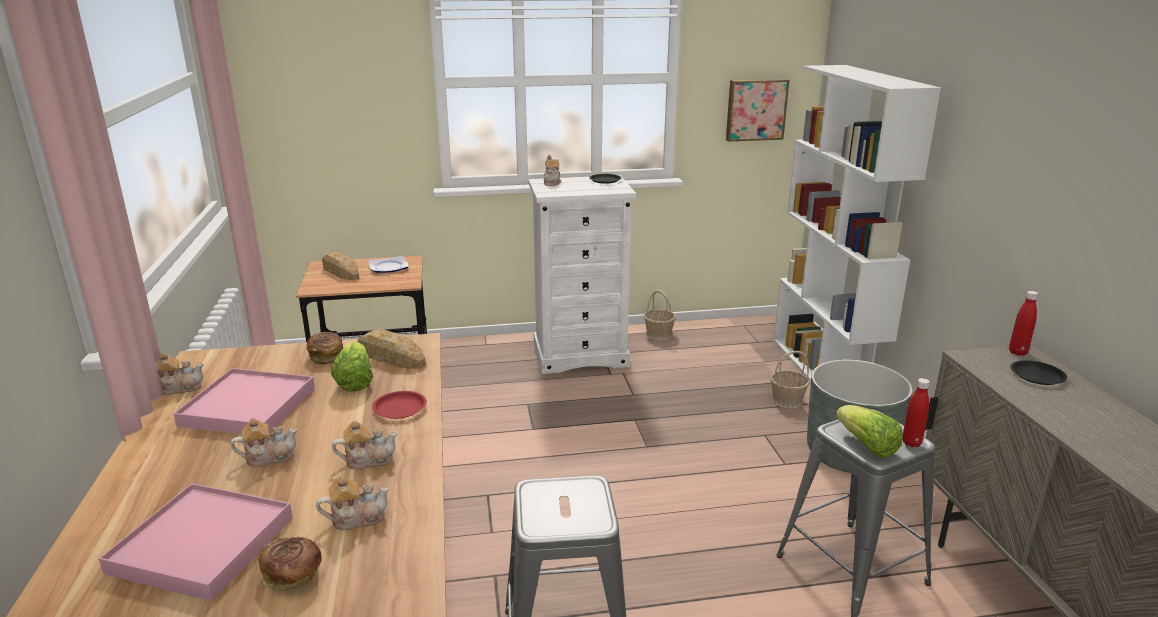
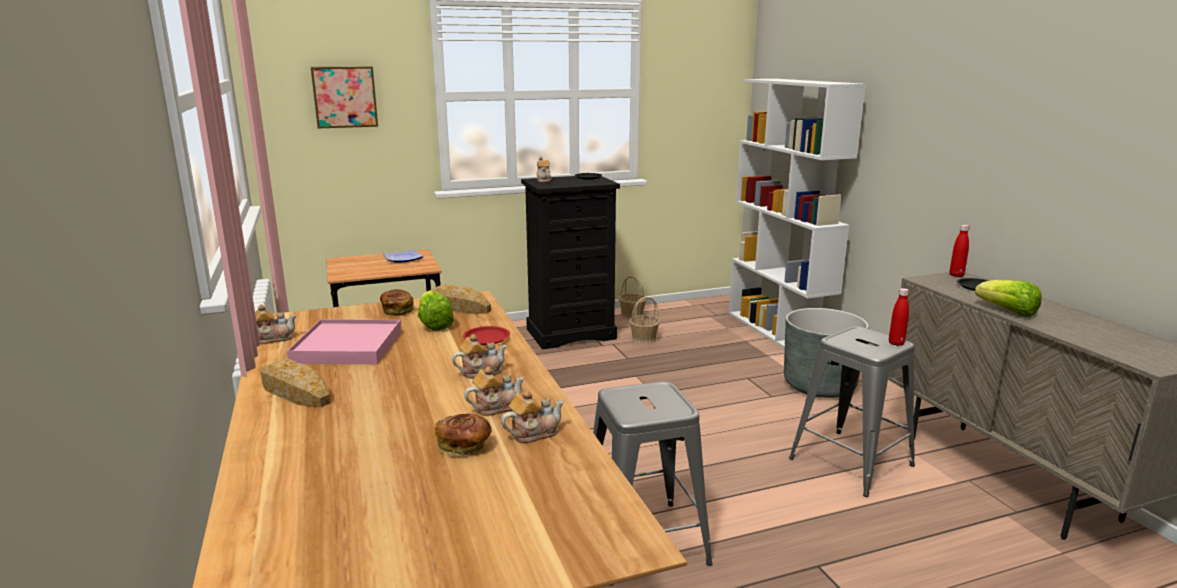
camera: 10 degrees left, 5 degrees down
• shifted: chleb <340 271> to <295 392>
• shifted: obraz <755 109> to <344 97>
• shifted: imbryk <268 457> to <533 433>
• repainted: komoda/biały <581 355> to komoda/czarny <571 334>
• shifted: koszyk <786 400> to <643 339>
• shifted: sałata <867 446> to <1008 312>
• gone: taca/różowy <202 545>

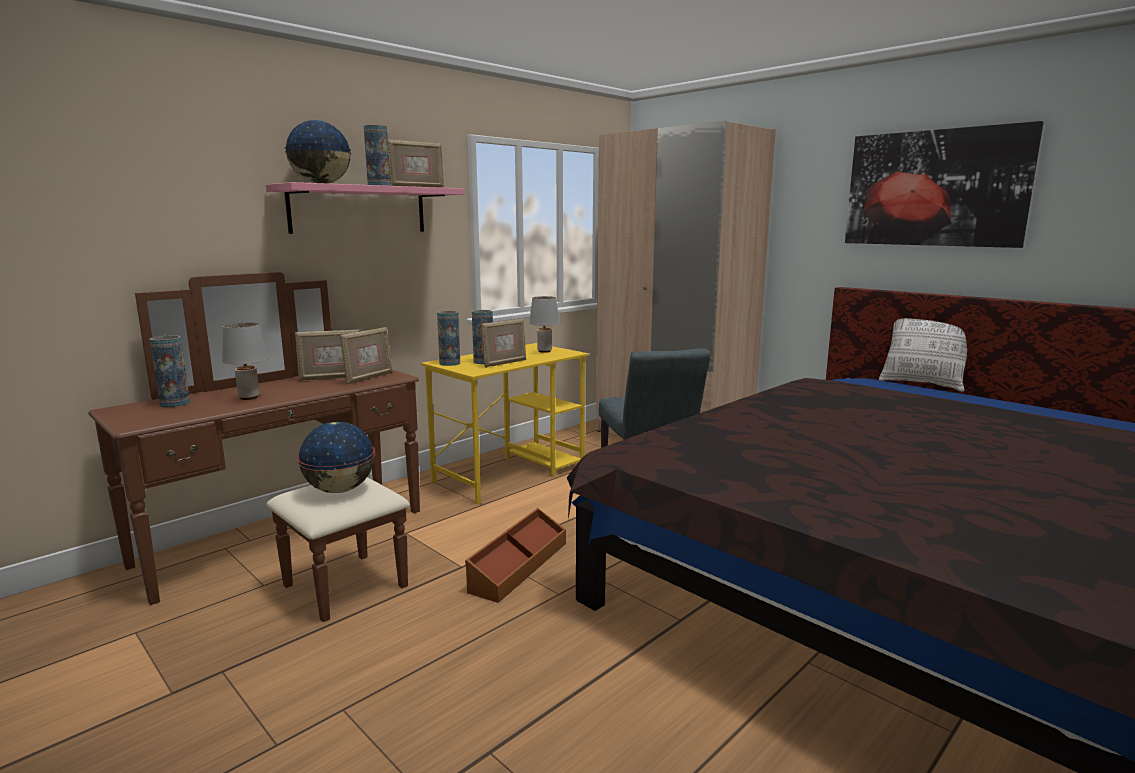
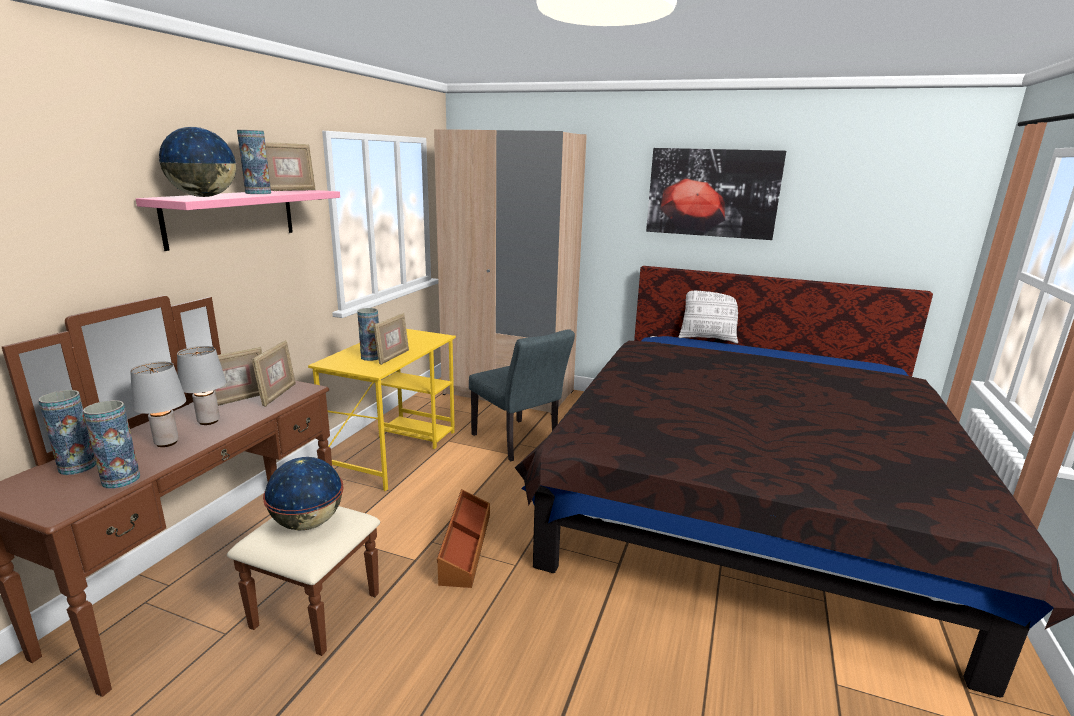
camera: 25 degrees left, 5 degrees up
• shifted: wazon <449 363> to <121 480>
• shifted: lampa stołowa/szary <544 351> to <208 421>

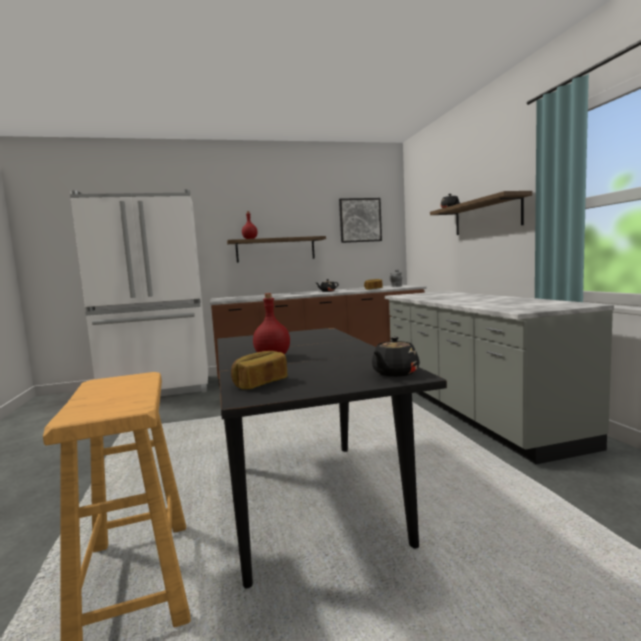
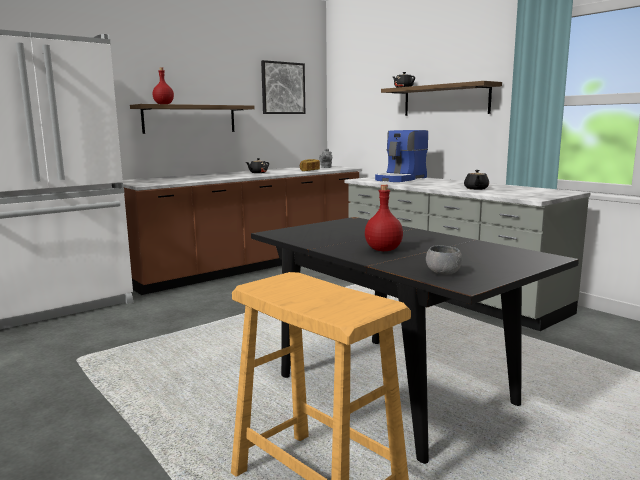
camera: 25 degrees left, 5 degrees up
• new: ekspres do kawy <401 179>
• swapped: chleb <260 383> to miska/szary <443 273>
• shifted: imbryk/czarny <394 373> to <476 189>

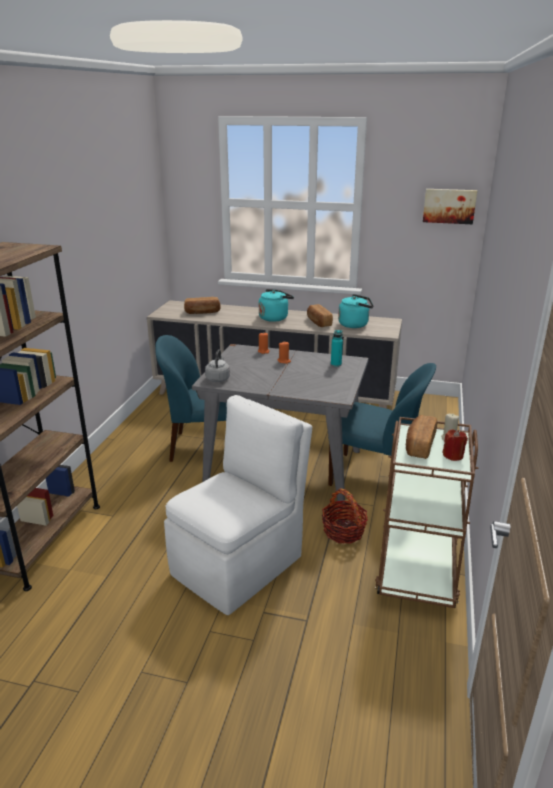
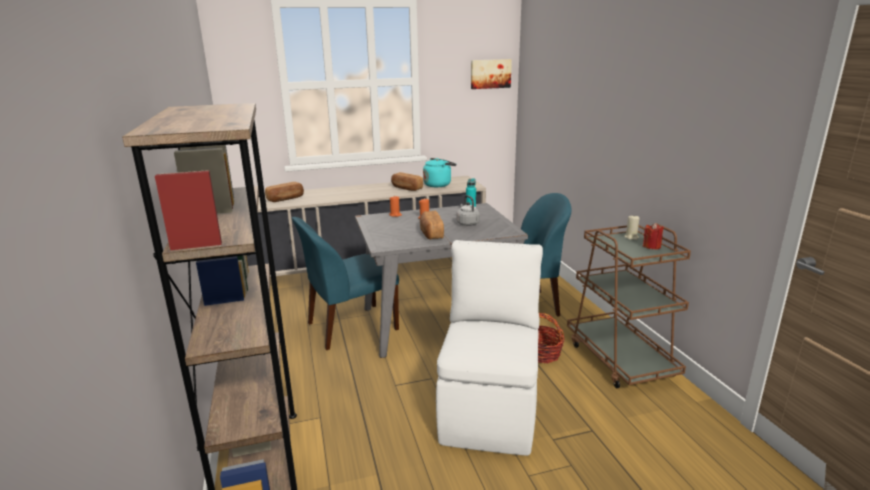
camera: 30 degrees left, 5 degrees down
• shifted: chleb <419 445> to <431 233>
• shifted: czajnik/szary <218 378> to <467 223>
• gone: czajnik/turkusowy <275 318>

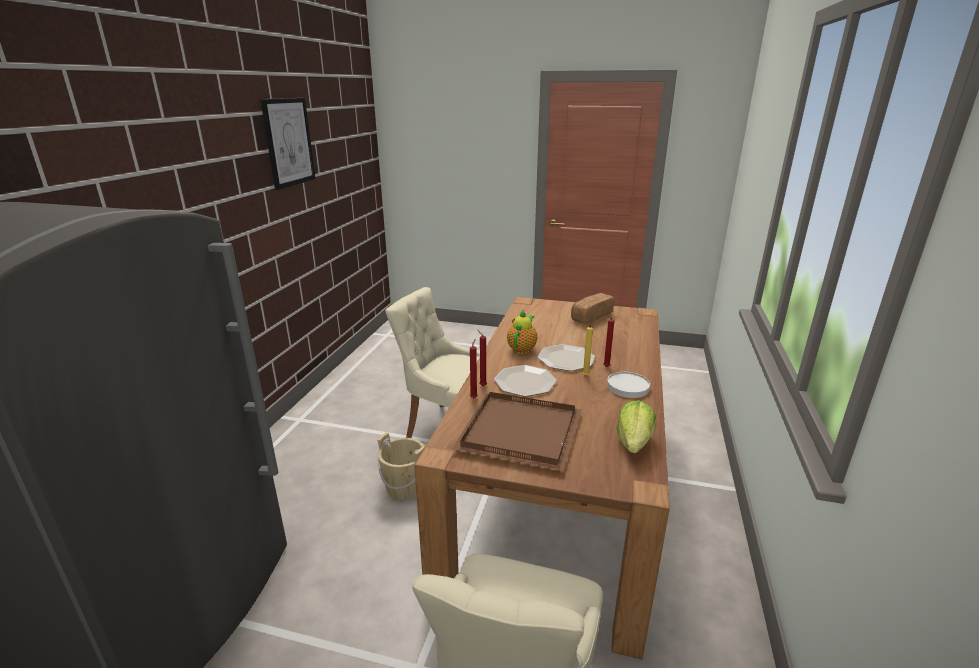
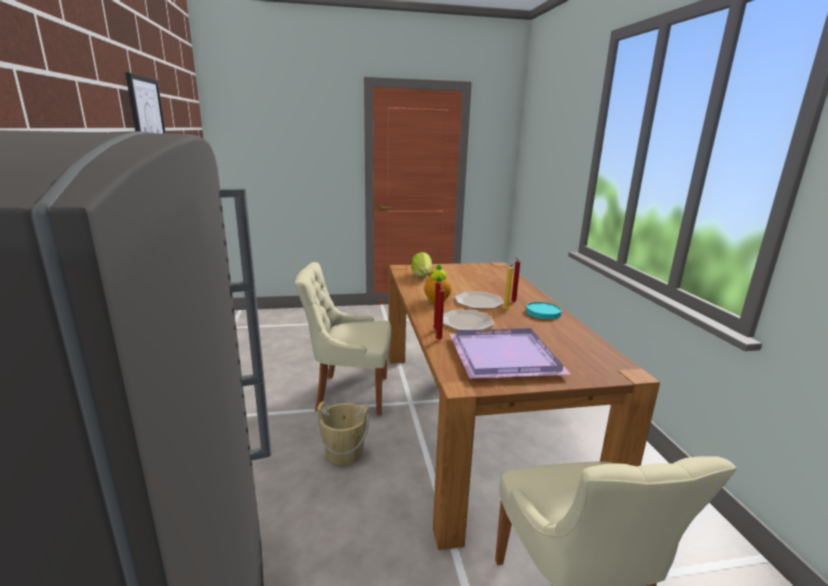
camera: 25 degrees left, 5 degrees down
• shifted: sałata <634 443> to <422 276>
• repainted: taca/brązowy <521 434> to taca/fioletowy <507 357>
• repainted: talerz/biały <627 387> to talerz/turkusowy <543 312>
• gone: chleb <590 317>

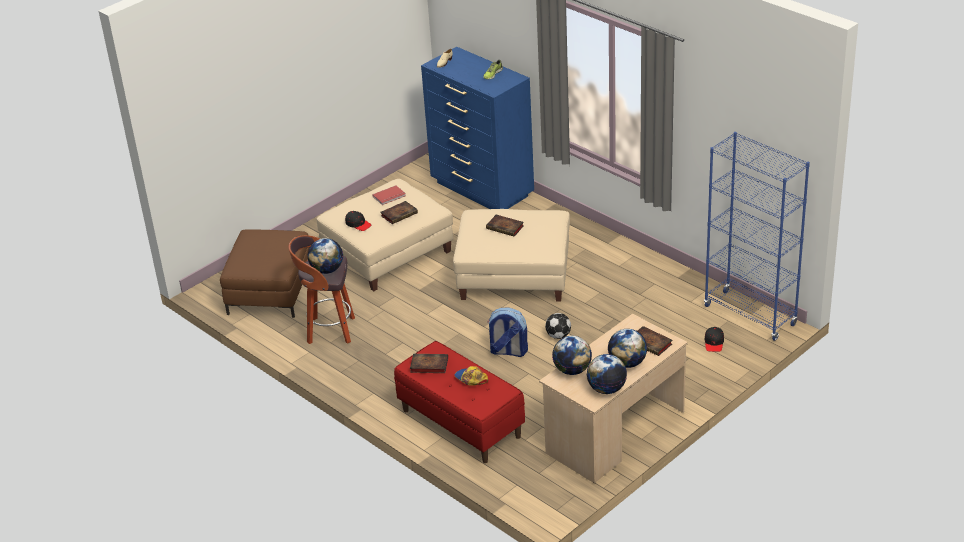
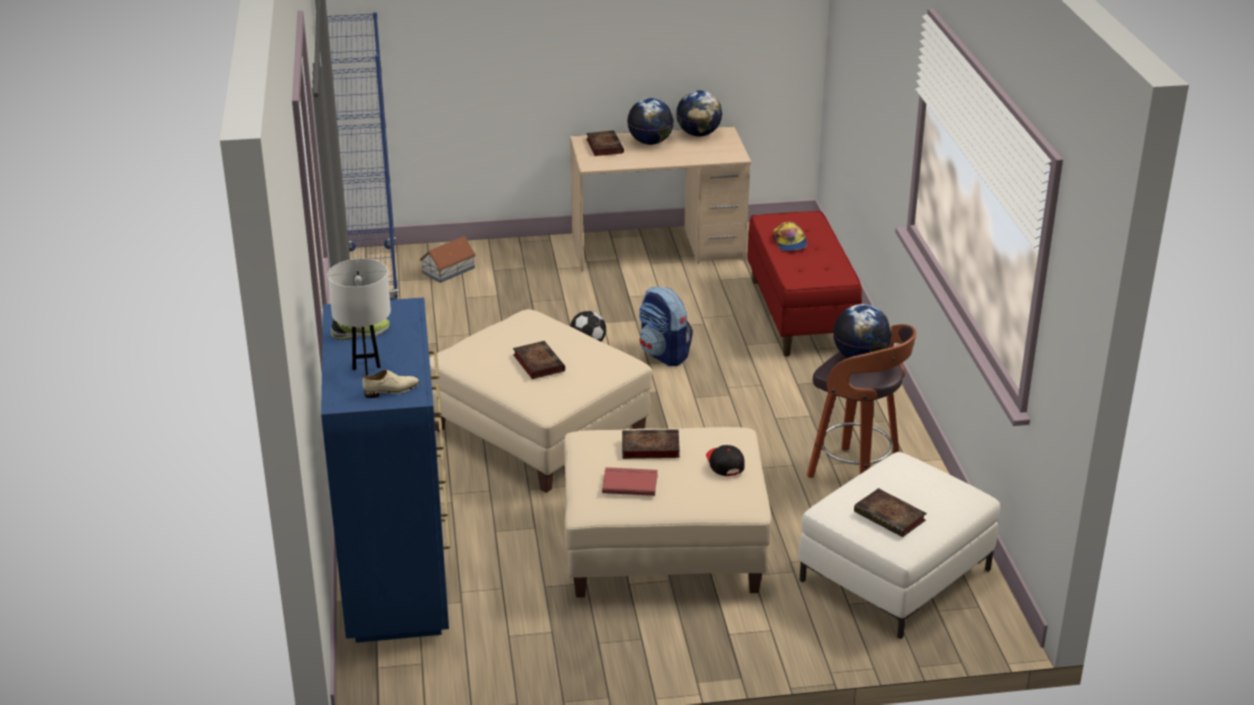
camera: 145 degrees left, 5 degrees down
• new: lampa stołowa/biały <366 368>
• swapped: czapka z daszkiem/czarny <714 343> to domek <447 270>
• repainted: pufa/brązowy <270 291> to pufa/biały <894 575>
• shifted: książka <428 365> to <891 517>
• gone: globus <572 370>

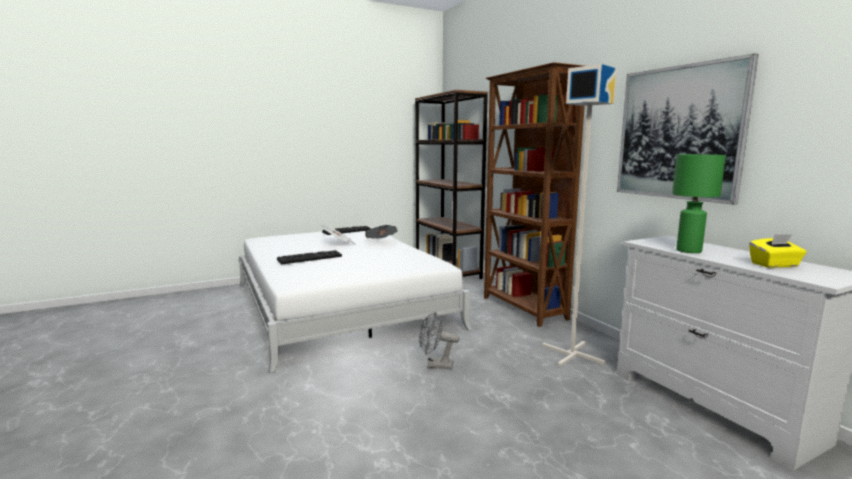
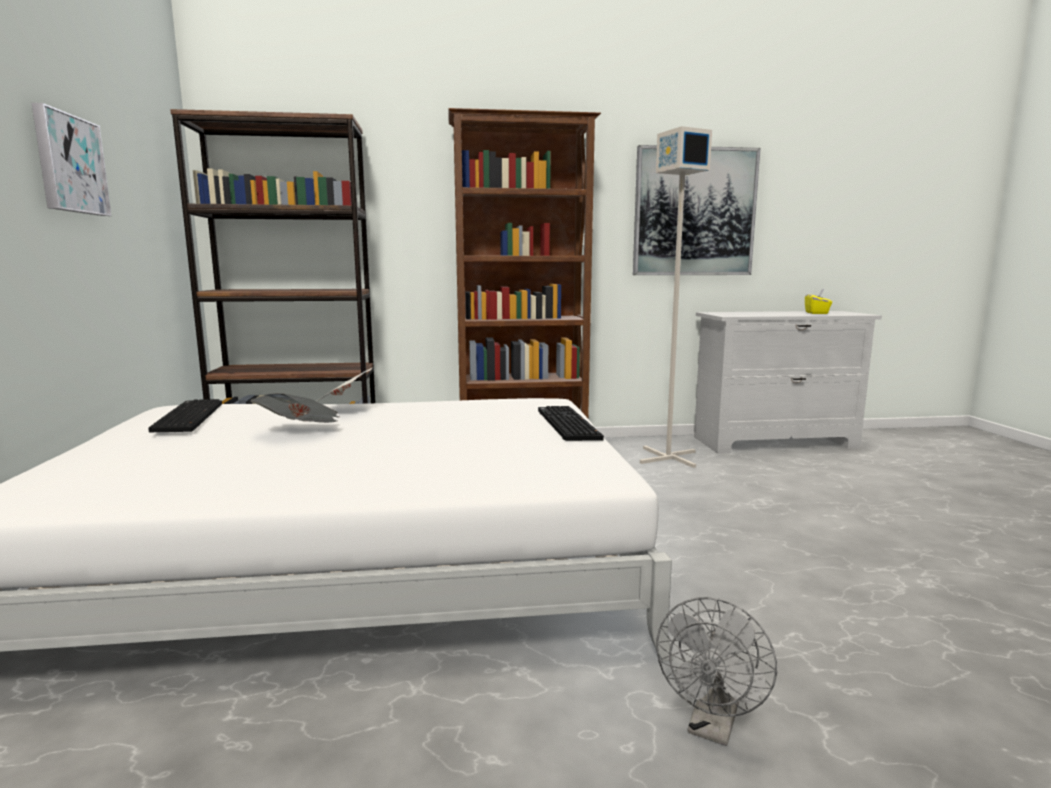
camera: 70 degrees left, 0 degrees up
• new: obraz <69 164>
• shifted: klawiatura <310 258> to <565 424>
• shifted: wentylator/szary <435 365> to <712 727>
• gone: lampa stołowa/zielony <689 251>

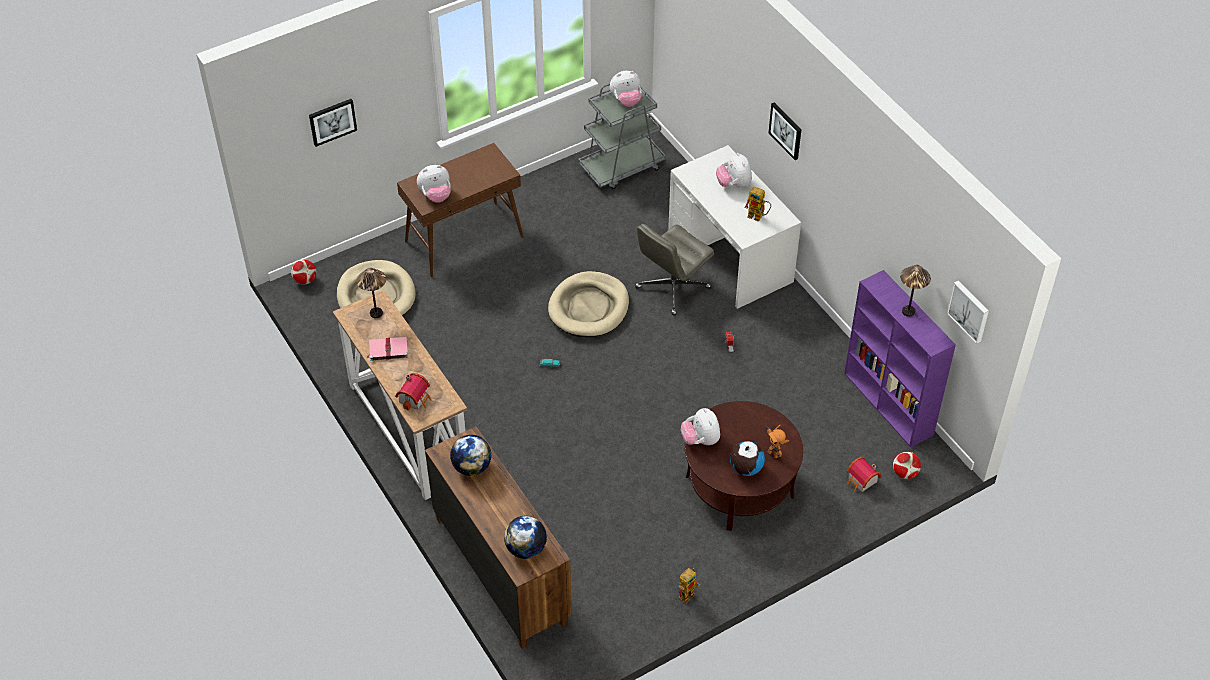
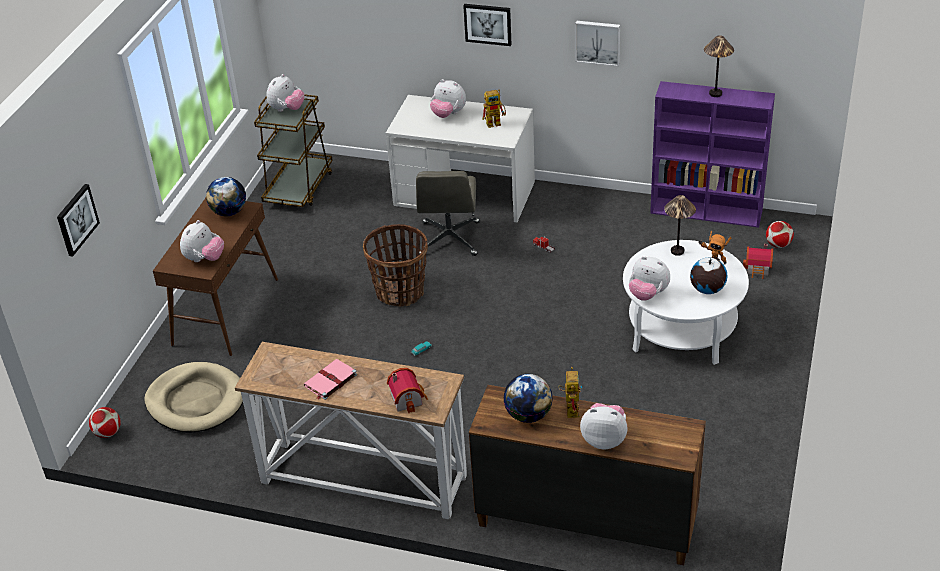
camera: 40 degrees left, 10 degrees down
• shifted: globus <525 548> to <229 212>
• repainted: wózek/szary <622 167> to wózek/brązowy <299 188>
• swapped: legowisko/beżowy <589 307> to koszyk <400 292>
• shifted: robot zabawkowy <687 592> to <570 408>
• shifted: obraz <969 311> to <598 42>
• new: pluszak <604 439>
• repainted: ława/brązowy <740 486> to ława/biały <682 330>
• shifted: lampa stołowa <376 313> to <677 251>

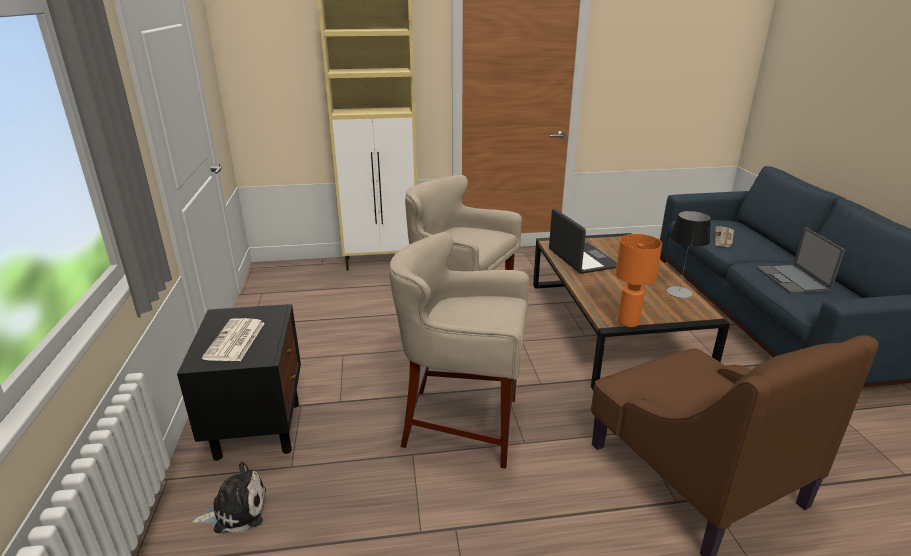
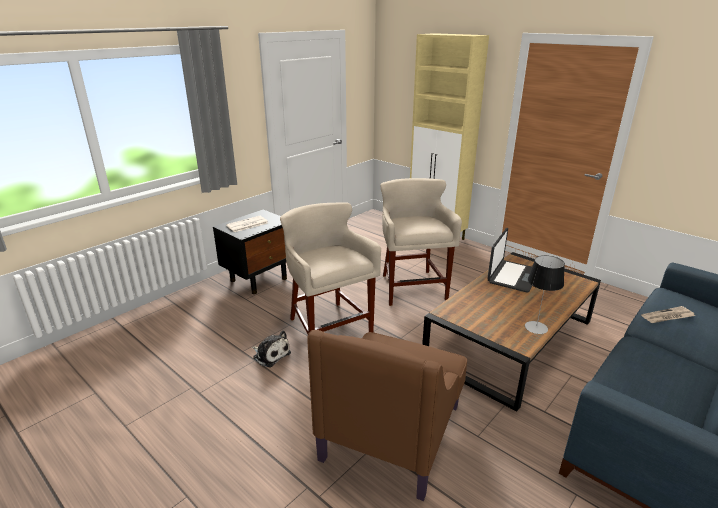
camera: 50 degrees right, 0 degrees up
• shifted: pluszak <236 510> to <270 354>
• gone: lampa stołowa/pomarańczowy <628 322>
• gone: laptop <793 279>

